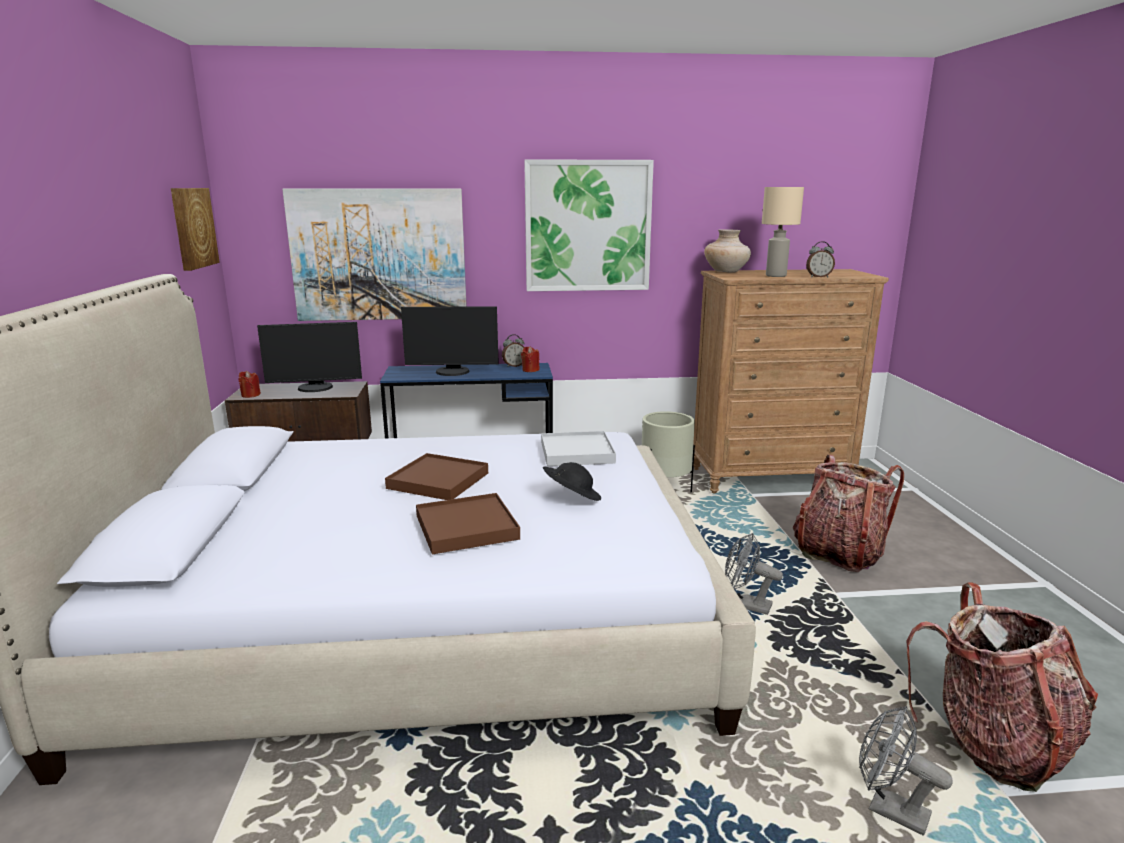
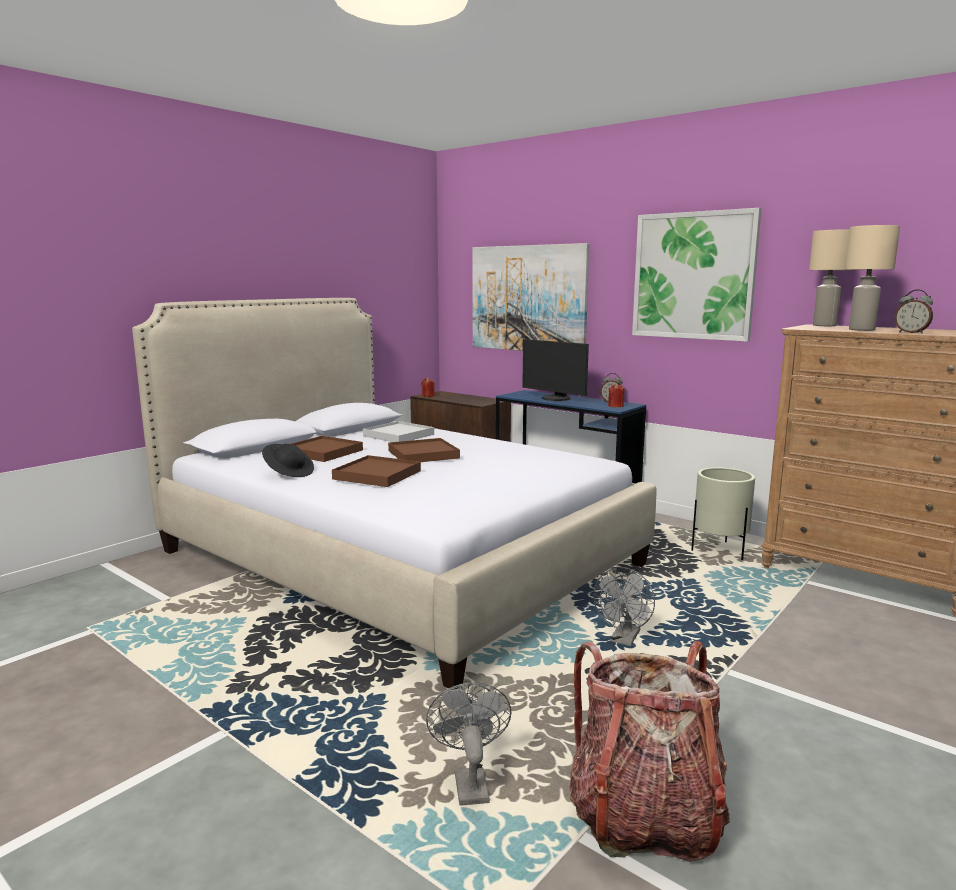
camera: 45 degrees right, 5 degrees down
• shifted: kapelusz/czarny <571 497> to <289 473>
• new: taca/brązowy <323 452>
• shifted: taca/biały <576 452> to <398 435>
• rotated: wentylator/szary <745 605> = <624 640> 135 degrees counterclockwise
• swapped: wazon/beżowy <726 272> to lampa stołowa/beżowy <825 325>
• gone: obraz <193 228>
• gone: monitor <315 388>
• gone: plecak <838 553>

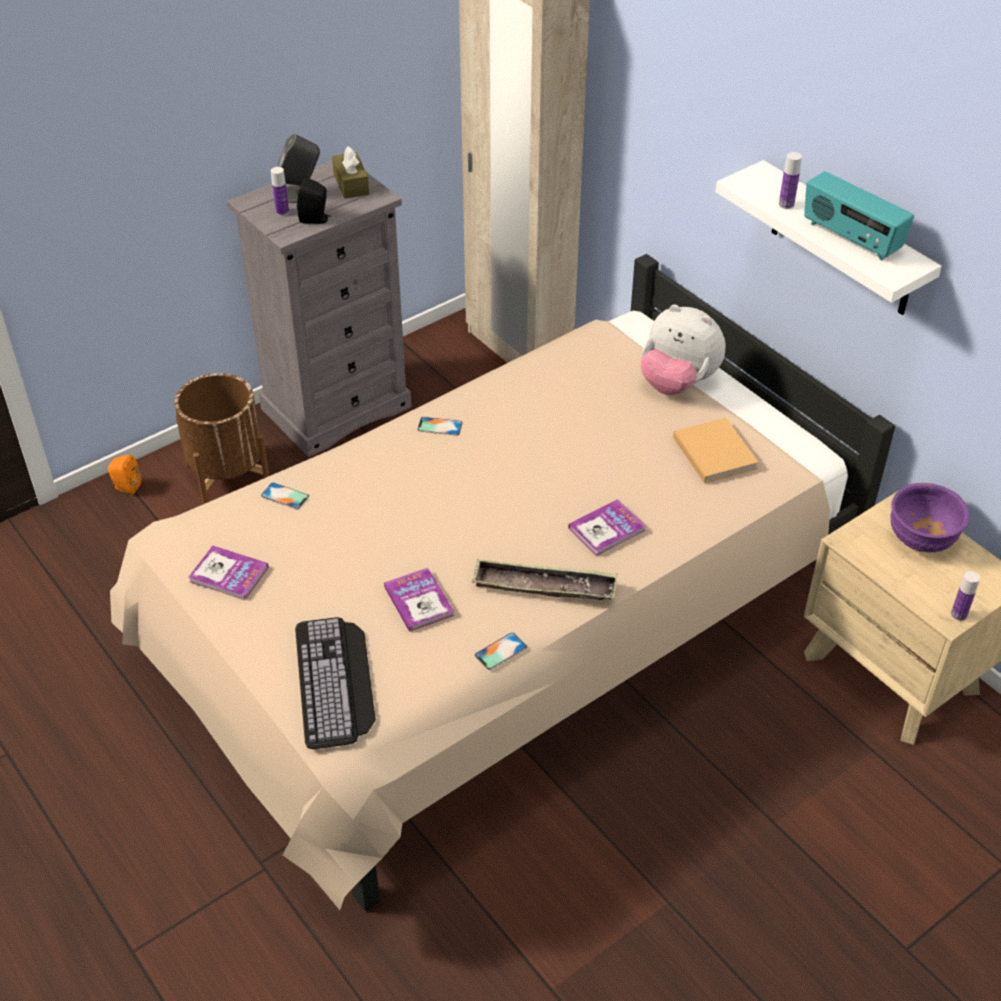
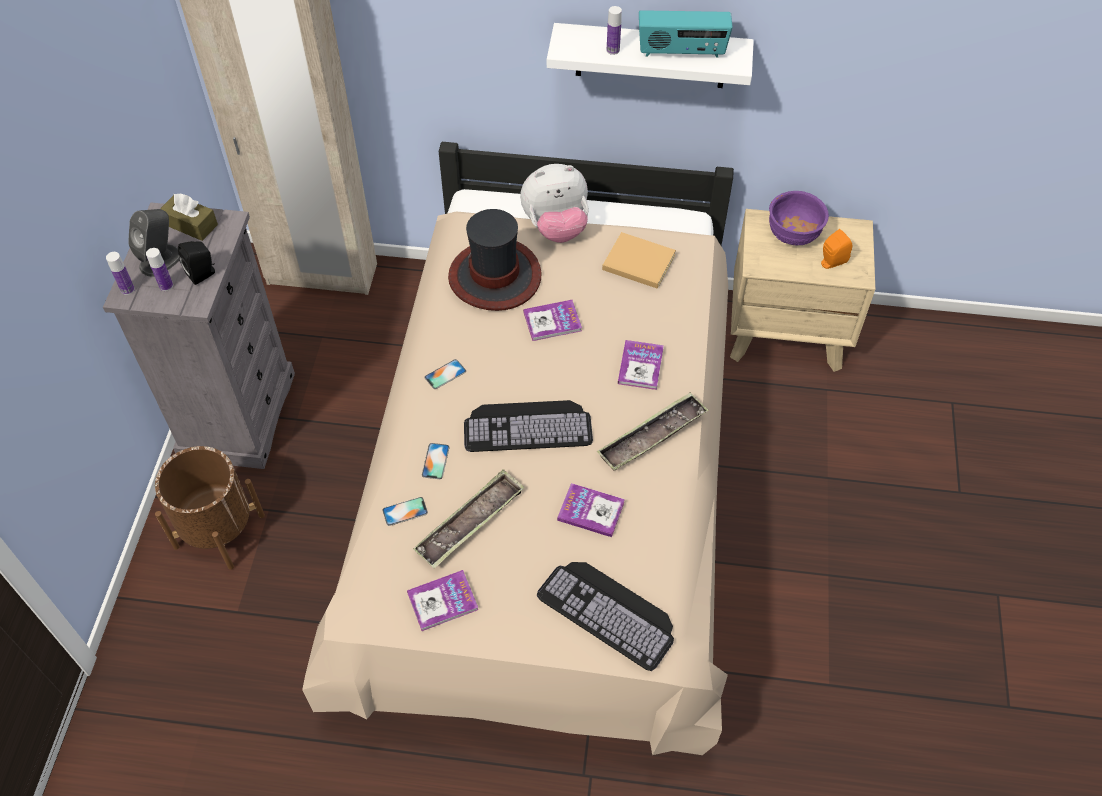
camera: 45 degrees left, 10 degrees up
• shifted: butelka <958 615> to <127 289>
• new: taca <470 522>
• shifted: telefon <500 651> to <435 461>
• new: kapelusz <495 276>
• new: klawiatura <528 425>
• new: książka <552 321>
• shifted: głośnik/pomarańczowy <126 487> to <831 262>

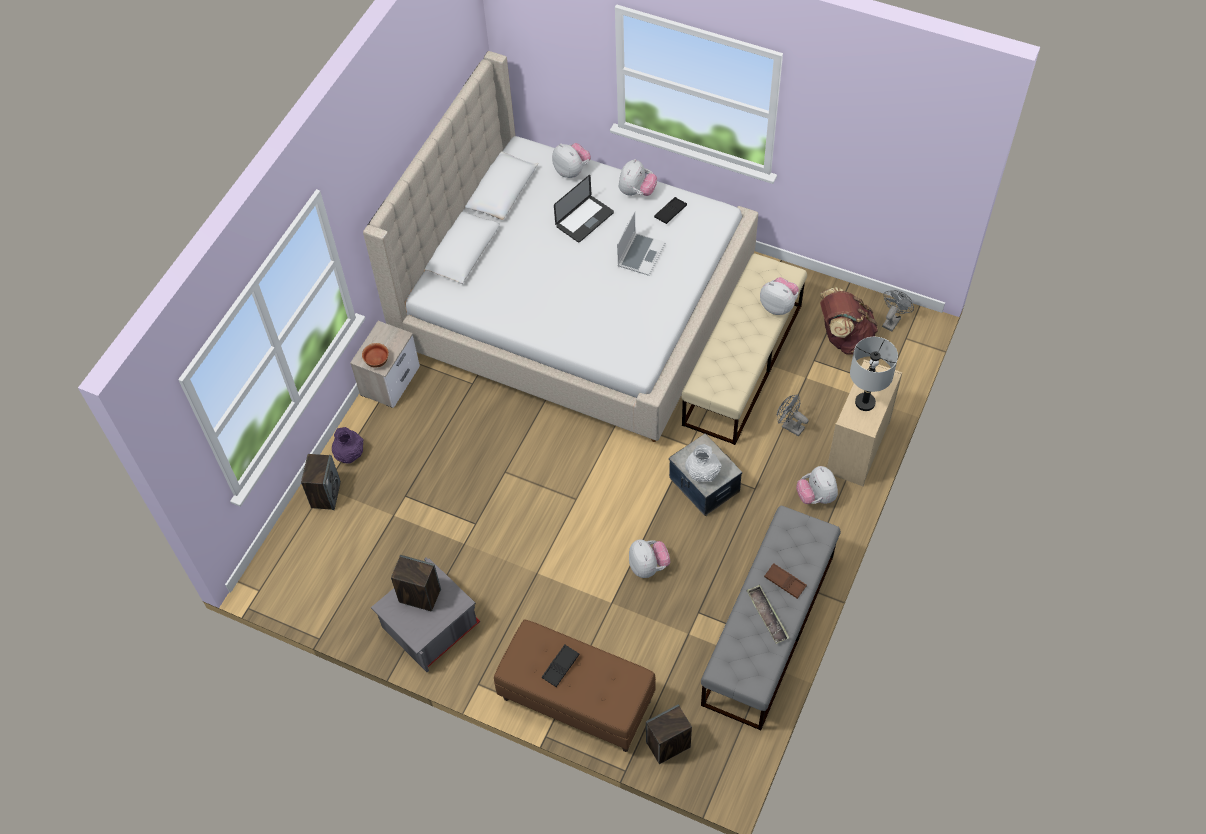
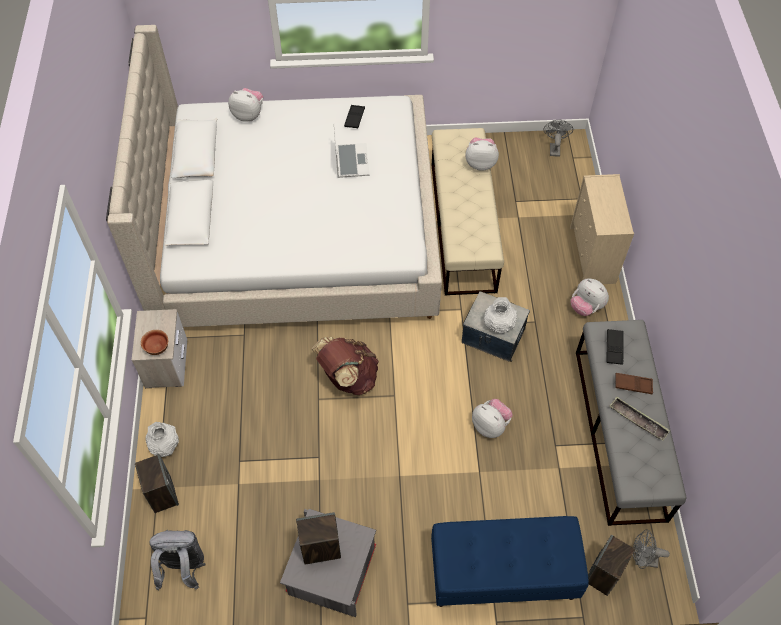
camera: 30 degrees left, 0 degrees up
• repainted: wazon/fioletowy <350 453> to wazon/biały <164 445>
• new: plecak/szary <183 568>
• shifted: plecak/brązowy <844 337> to <348 378>
• repainted: ławka/brązowy <576 700> to ławka/niebieski <502 574>
• shifted: taca/czarny <560 667> to <614 348>
• shifted: wentylator/szary <789 426> to <642 559>
• gone: laptop <584 220>
• gone: pluszak <637 192>
• gone: lampa stołowa/szary <865 403>

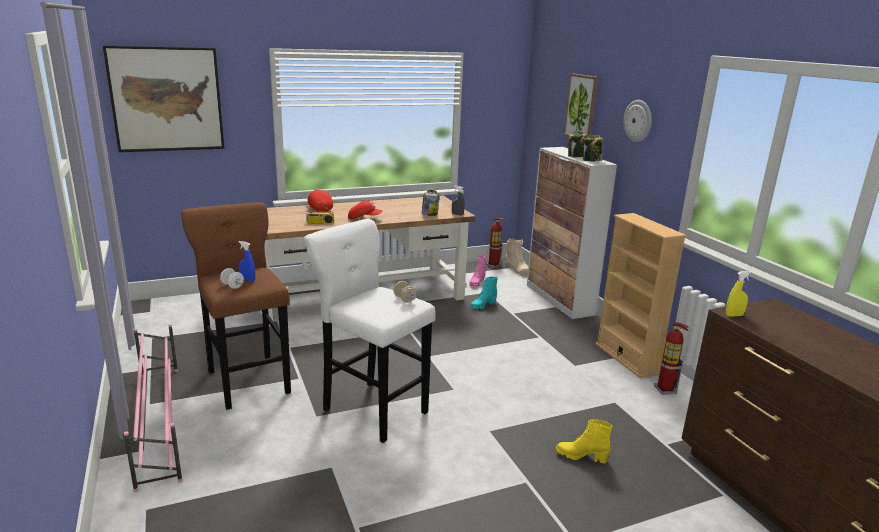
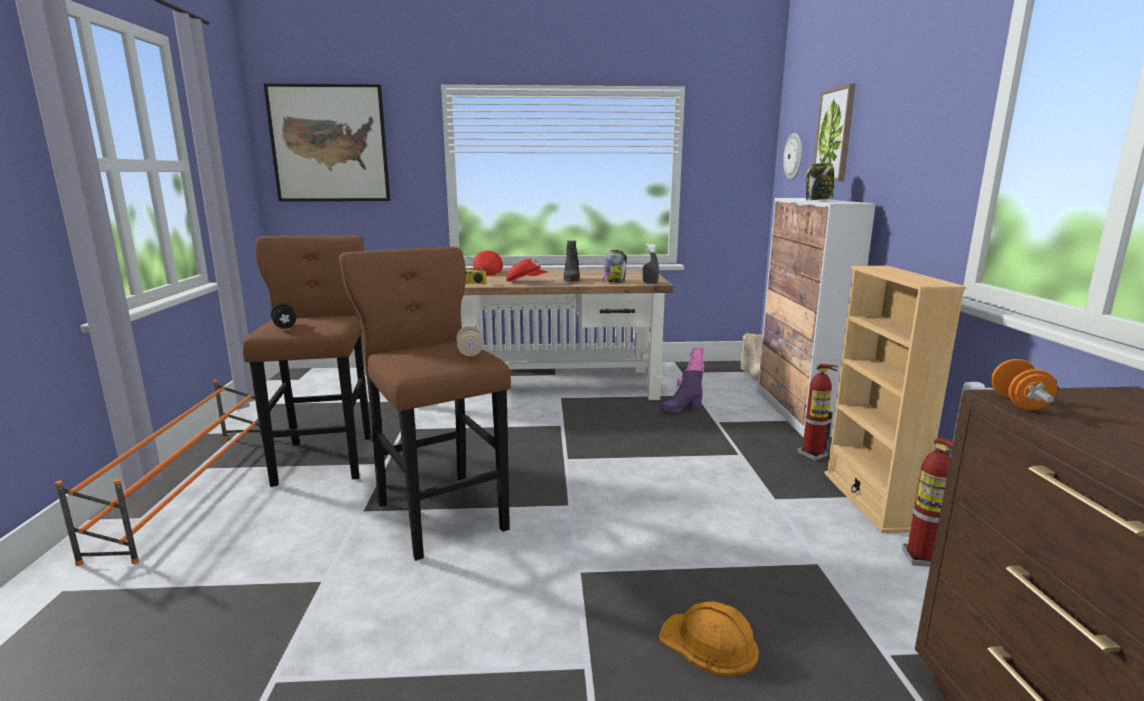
camera: 20 degrees right, 5 degrees down
• repainted: regał na buty/różowy <159 421> to regał na buty/pomarańczowy <190 488>
• repainted: hantel/biały <232 286> to hantel/czarny <284 326>
• repainted: stołek/biały <372 408> to stołek/brązowy <439 513>
• new: but z cholewką/czarny <571 280>
• swapped: but z cholewką/żółty <581 456> to kask/pomarańczowy <709 643>
• repainted: but z cholewką/turkusowy <482 306> to but z cholewką/fioletowy <680 409>
• shifted: zegar ścienny <638 121> to <794 156>
• shifted: gaśnica <493 265> to <813 455>
• swapped: spryskiwacz/żółty <734 315> to hantel/pomarańczowy <1018 403>
• gone: spryskiwacz/niebieski <247 280>
• gone: słoik <591 160>

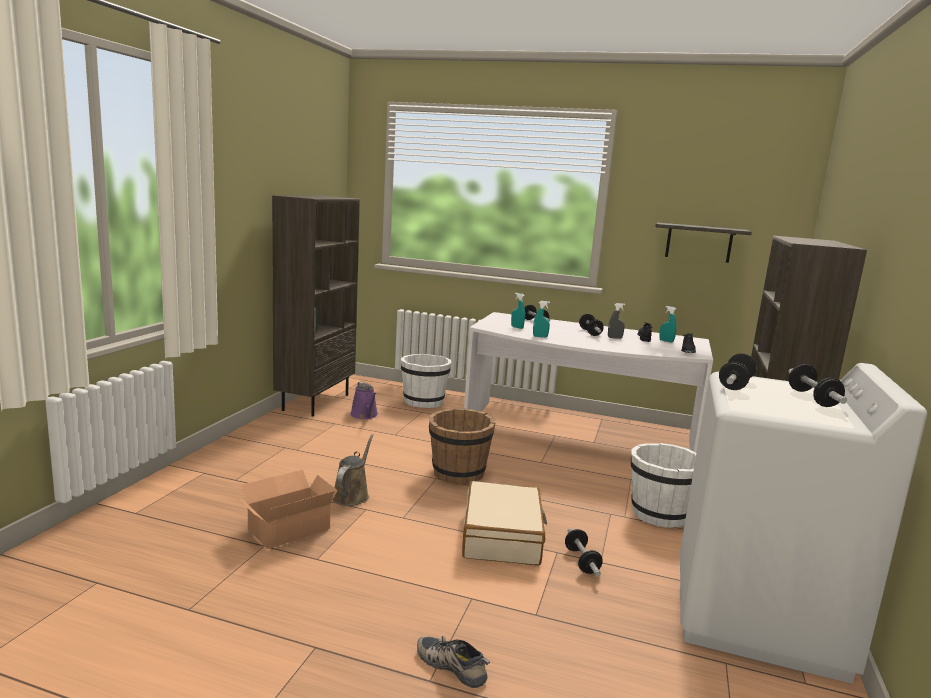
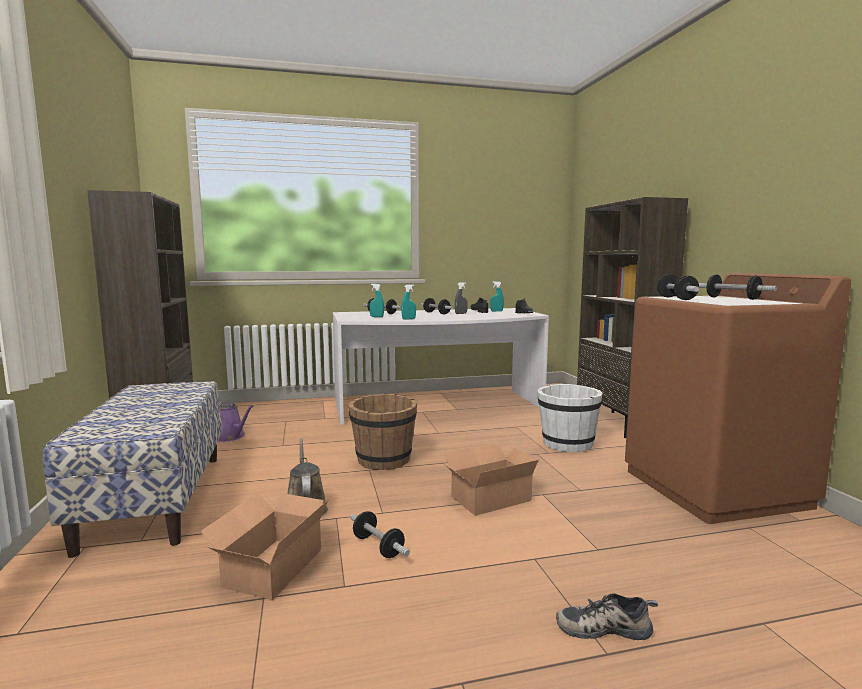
camera: 30 degrees left, 5 degrees down
• new: ławka <156 499>
• shifted: hantel <581 561> to <378 546>
• swapped: walizka/beżowy <502 537> to karton <487 498>
• repainted: pralka/biały <757 616> to pralka/brązowy <715 488>
• gone: wiadro/biały <423 402>
• gone: półka <698 242>

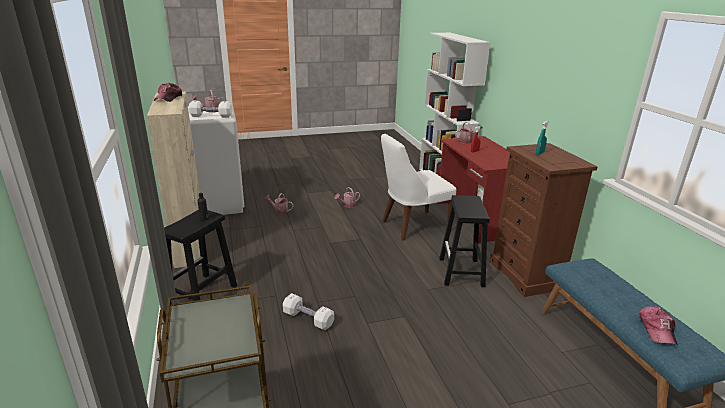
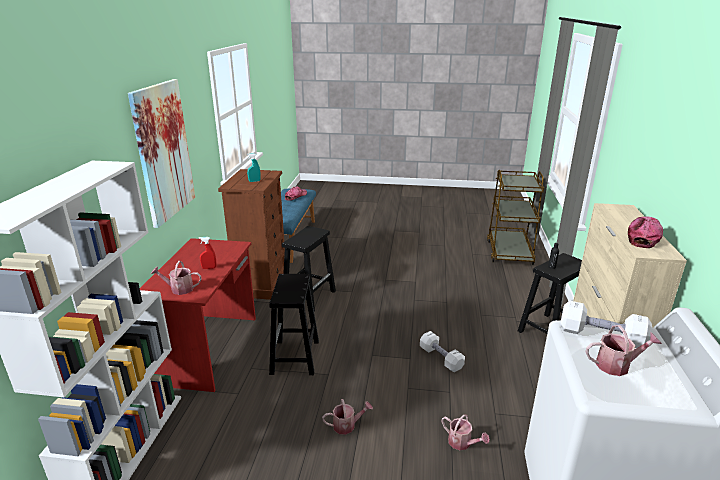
camera: 155 degrees left, 0 degrees up
• new: obraz <163 152>
• swapped: krzesło/biały <412 226> to stołek/czarny <295 358>
• shifted: hantel/biały <308 319> to <441 358>

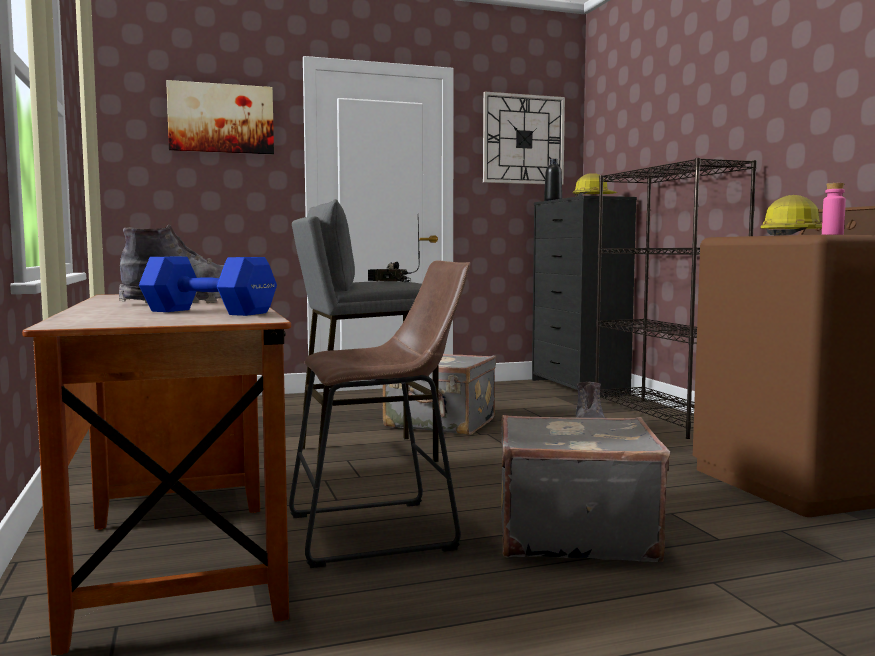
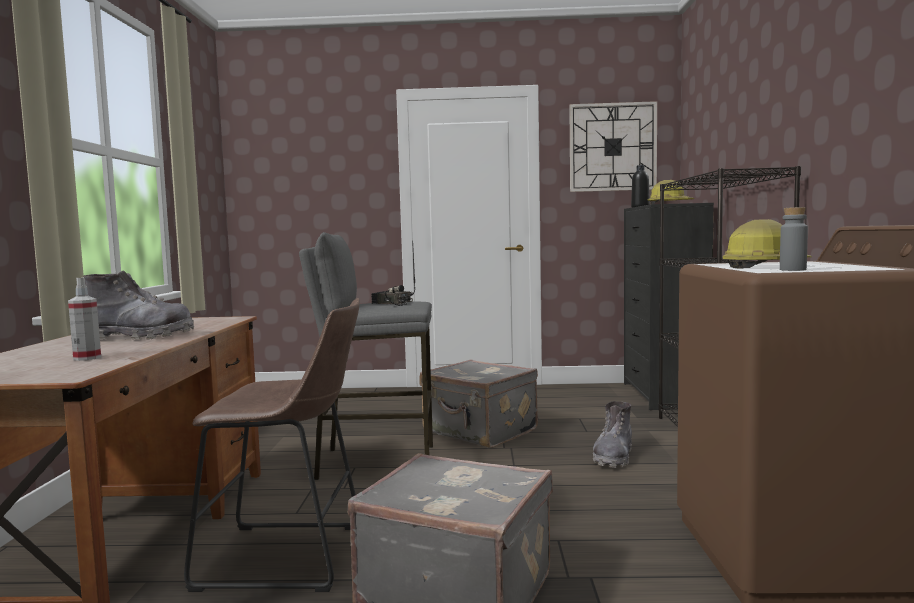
camera: 20 degrees right, 0 degrees up
• swapped: hantel/niebieski <206 312> to spryskiwacz <87 358>
• repainted: butelka/różowy <832 234> to butelka/szary <793 270>
• gone: obraz <221 118>

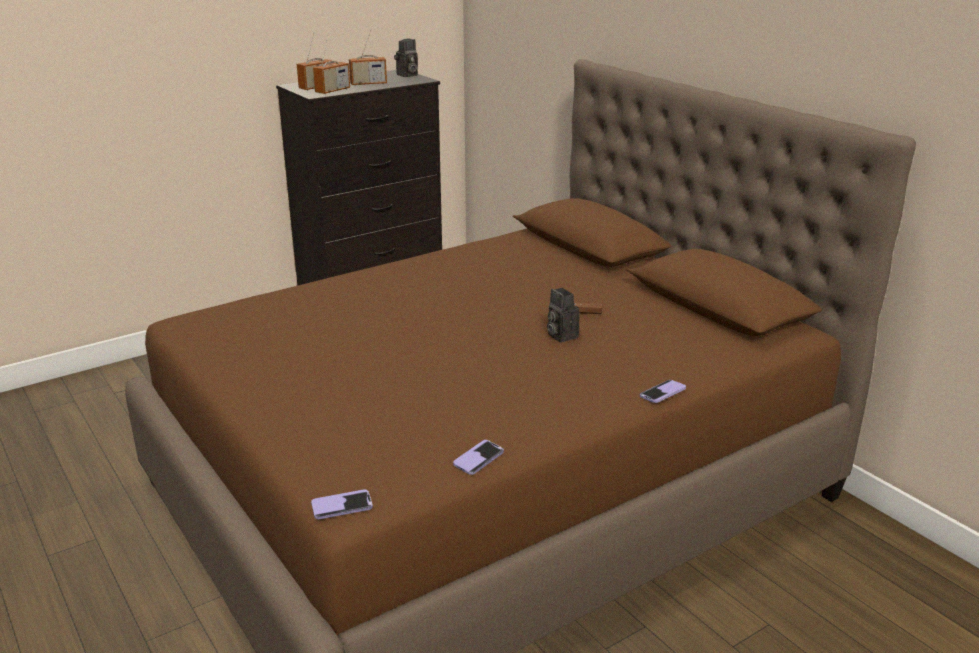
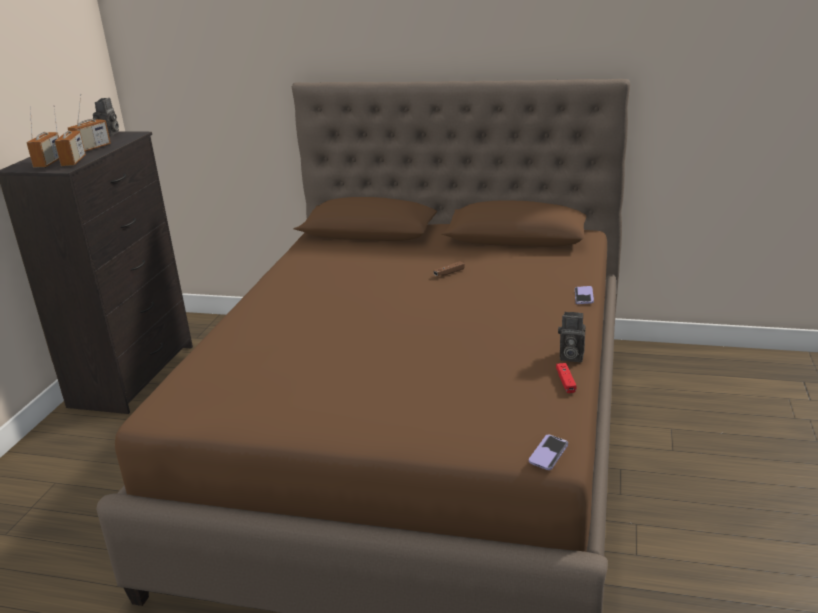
camera: 40 degrees left, 0 degrees up
• swapped: telefon <478 459> to pad do gier/czerwony <565 382>
• shifted: aparat fotograficzny <560 335> to <570 357>

